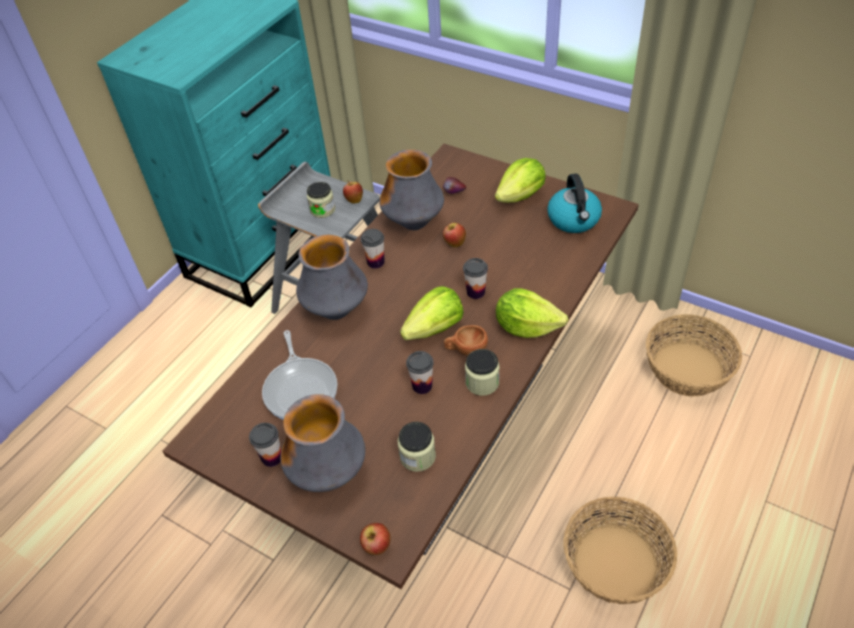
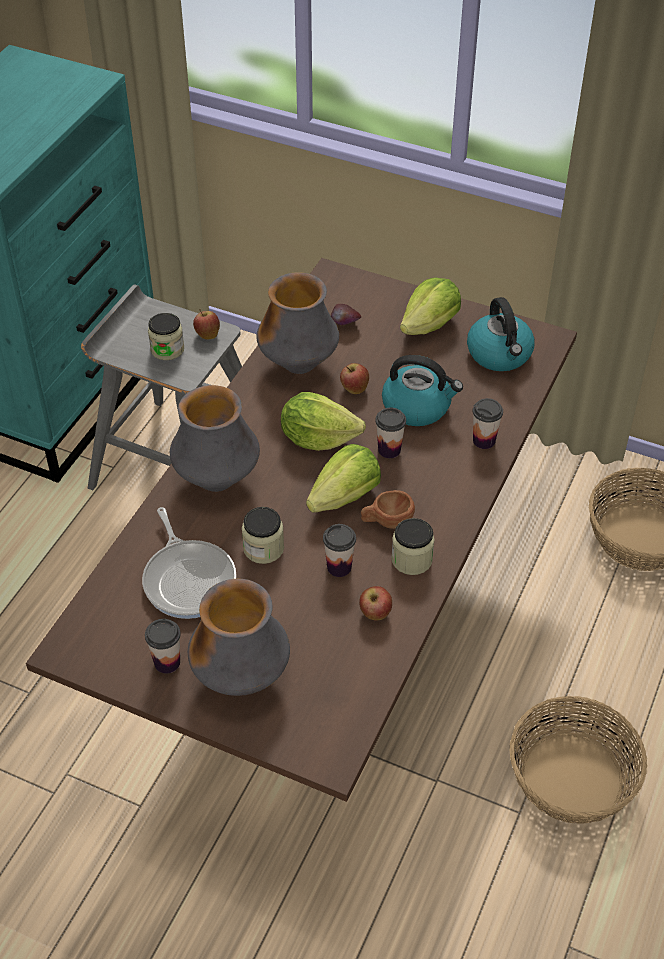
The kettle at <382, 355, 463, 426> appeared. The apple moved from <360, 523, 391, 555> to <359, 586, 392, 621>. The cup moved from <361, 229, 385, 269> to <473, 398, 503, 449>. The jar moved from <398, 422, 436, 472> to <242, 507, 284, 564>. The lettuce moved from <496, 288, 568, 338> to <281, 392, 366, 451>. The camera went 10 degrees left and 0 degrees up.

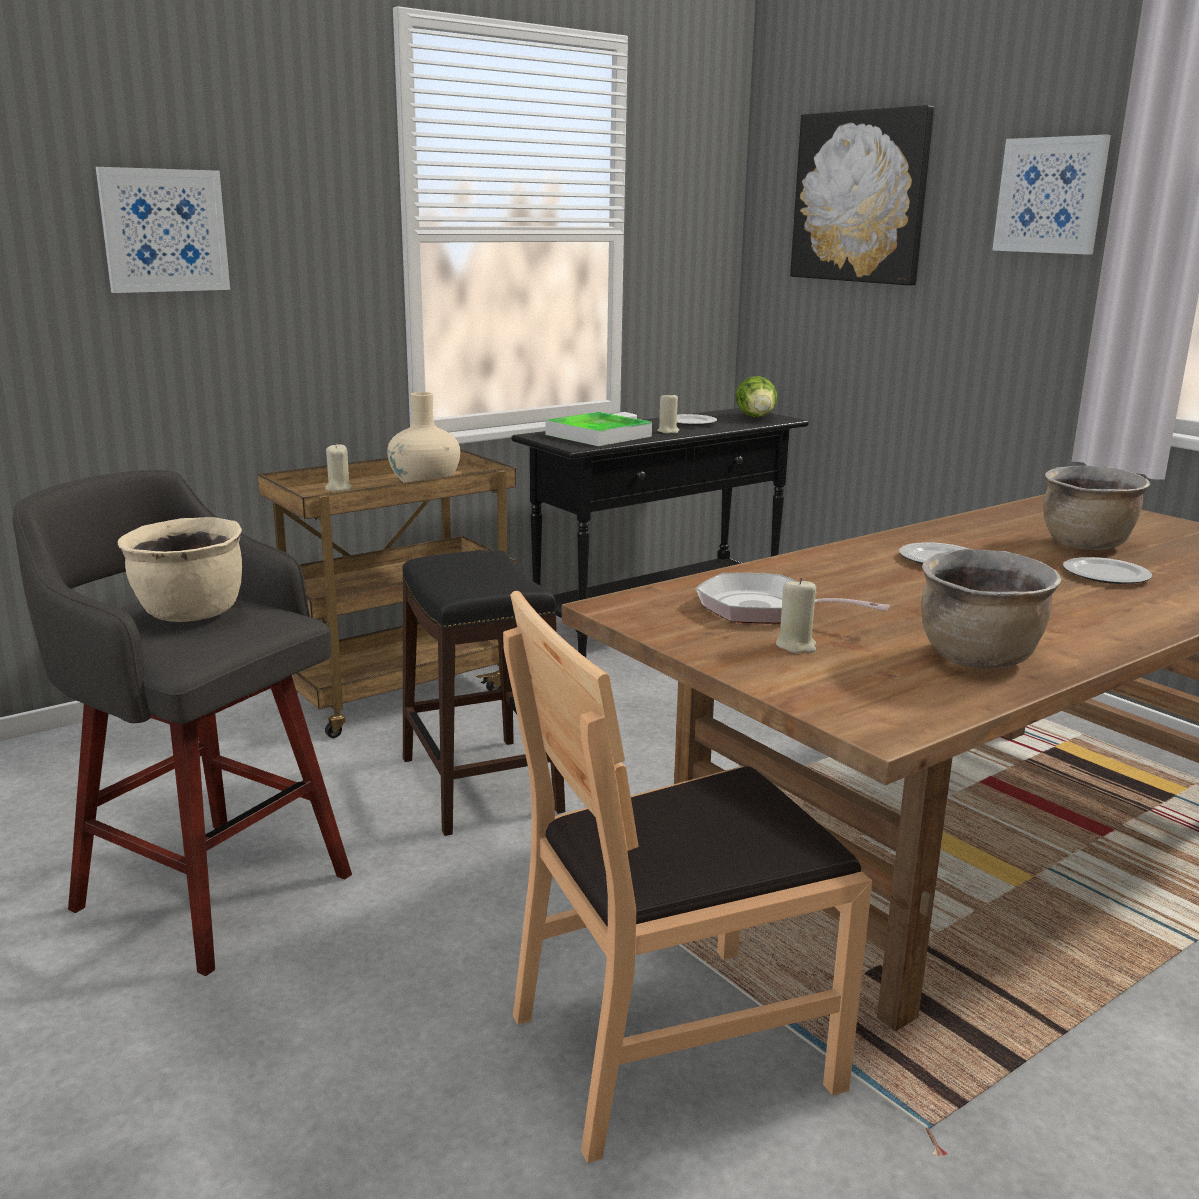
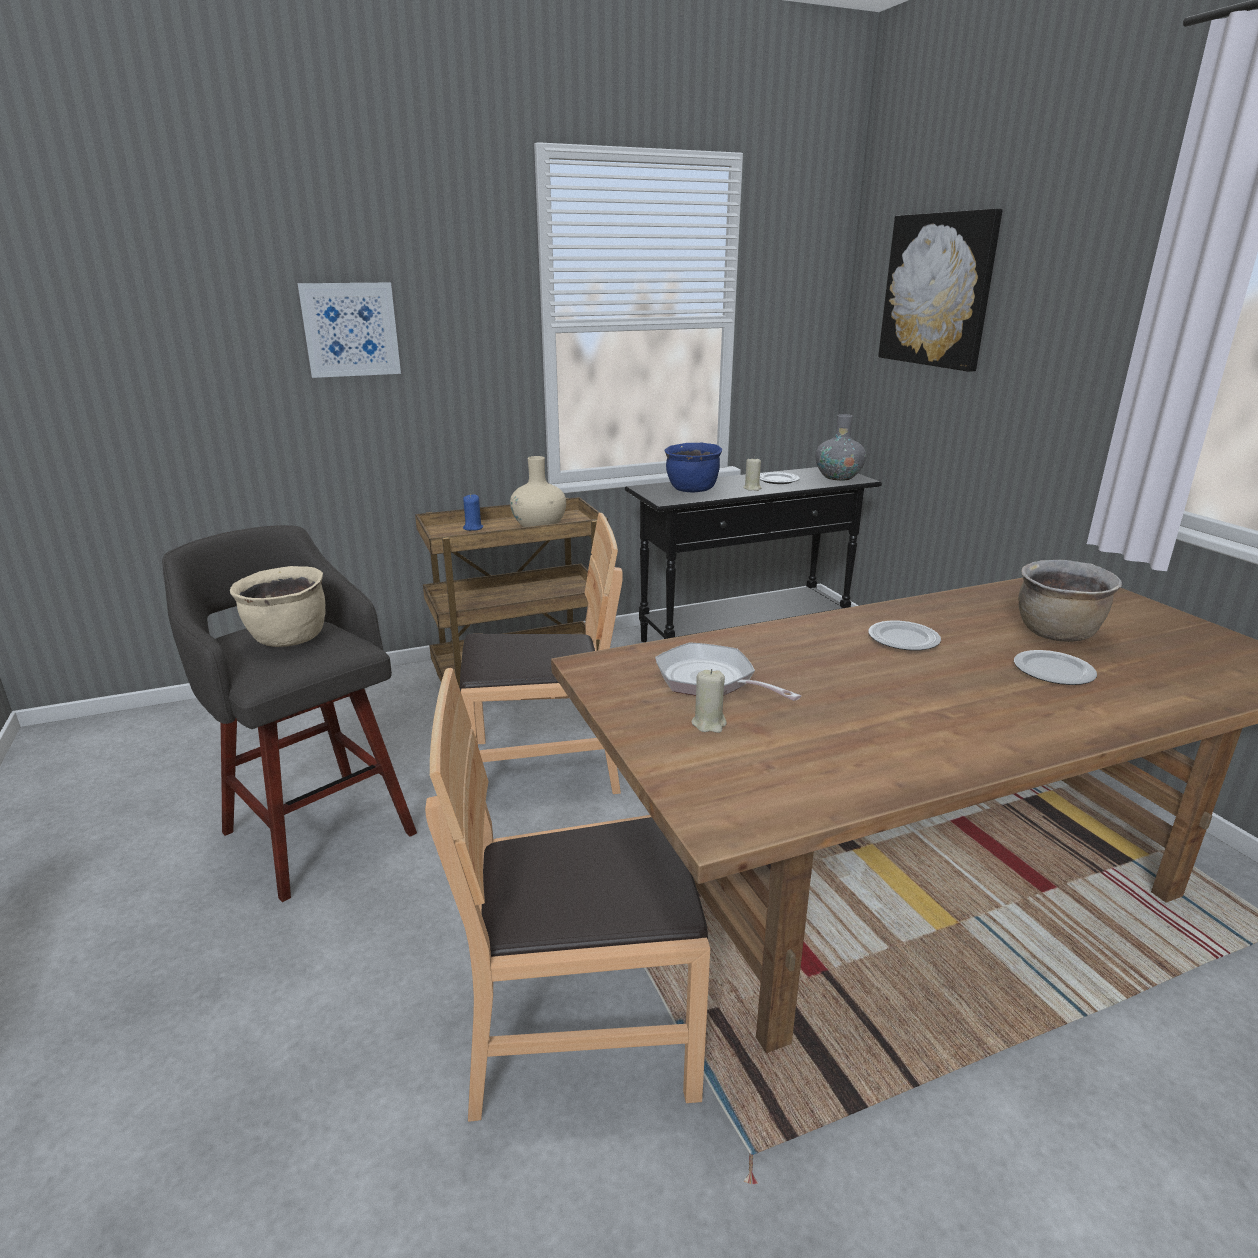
The brown cooking pot at <921, 549, 1062, 669> disappeared. The picture at <992, 135, 1111, 255> disappeared. The black stool at <403, 550, 565, 836> was replaced by the brown chair at <460, 513, 623, 794>. The tray at <546, 412, 652, 446> was replaced by the blue cooking pot at <664, 443, 722, 492>. The lettuce at <736, 376, 777, 417> was replaced by the grey vase at <816, 414, 866, 481>. The beige candle at <325, 444, 352, 492> became the blue candle at <463, 494, 483, 531>. The camera went 15 degrees right and 5 degrees up.

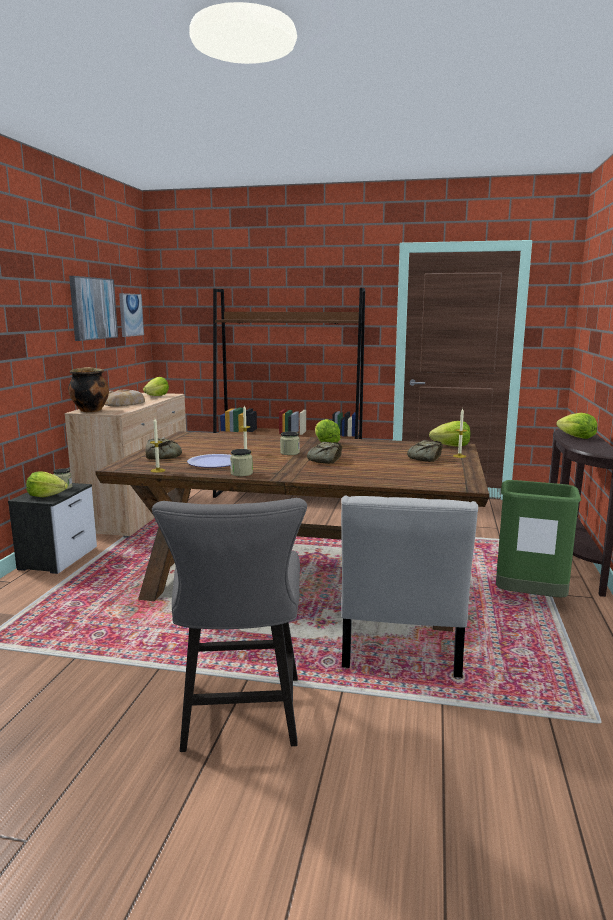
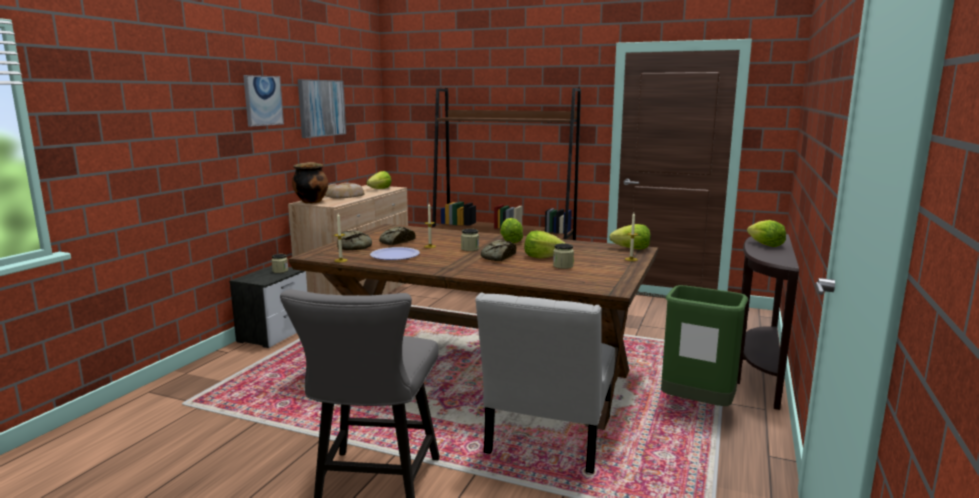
The lettuce moved from <26, 471, 68, 497> to <524, 231, 565, 259>. The picture moved from <119, 293, 144, 337> to <243, 75, 284, 127>. The jar moved from <230, 449, 253, 476> to <553, 243, 574, 269>. The bread moved from <407, 440, 443, 462> to <379, 226, 416, 245>. The camera went 10 degrees right and 0 degrees up.

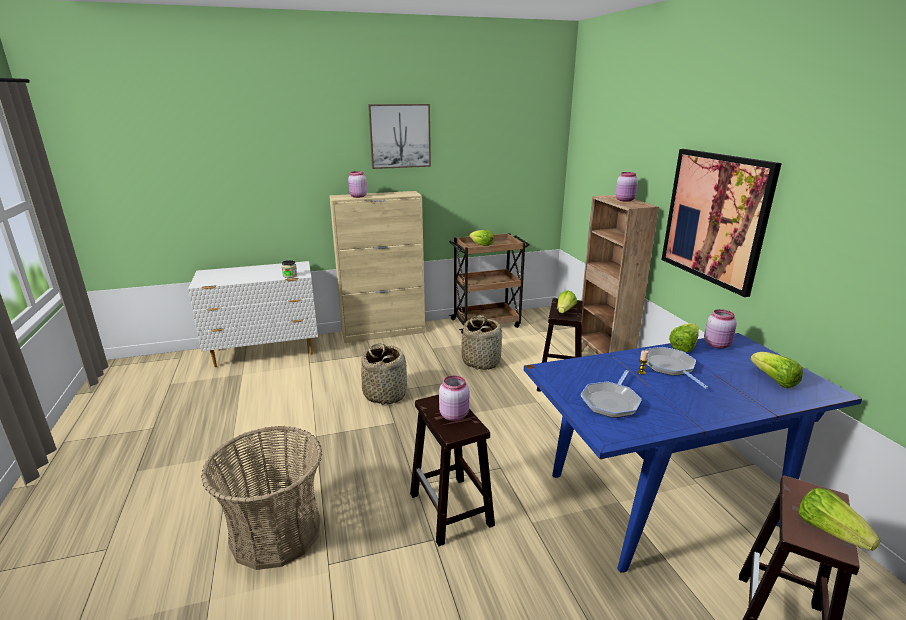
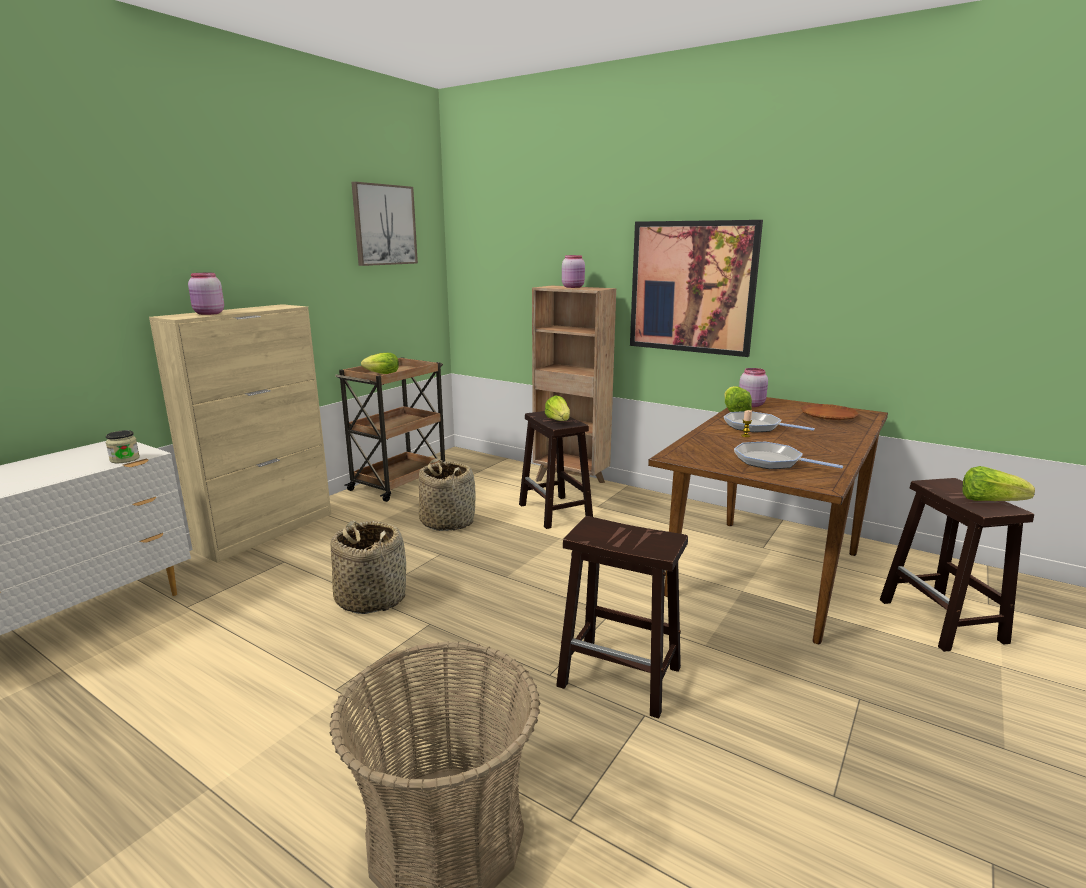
The pink jar at <439, 376, 469, 421> disappeared. The picture moved from <368, 104, 431, 169> to <352, 182, 418, 266>. The lettuce at <750, 352, 803, 388> was replaced by the brown plate at <801, 404, 859, 420>. The blue dining table at <524, 333, 862, 572> became the brown dining table at <648, 397, 888, 644>. The frying pan at <581, 370, 642, 418> turned 135 degrees clockwise. The camera went 40 degrees left and 5 degrees down.

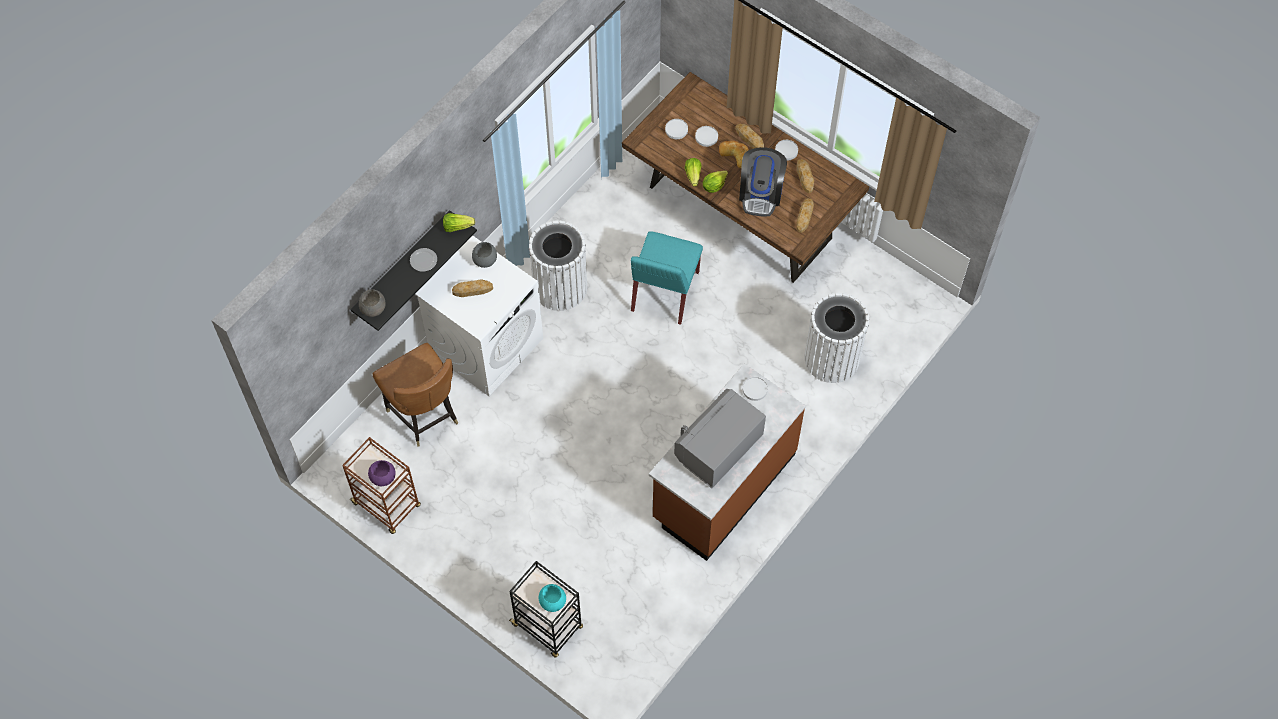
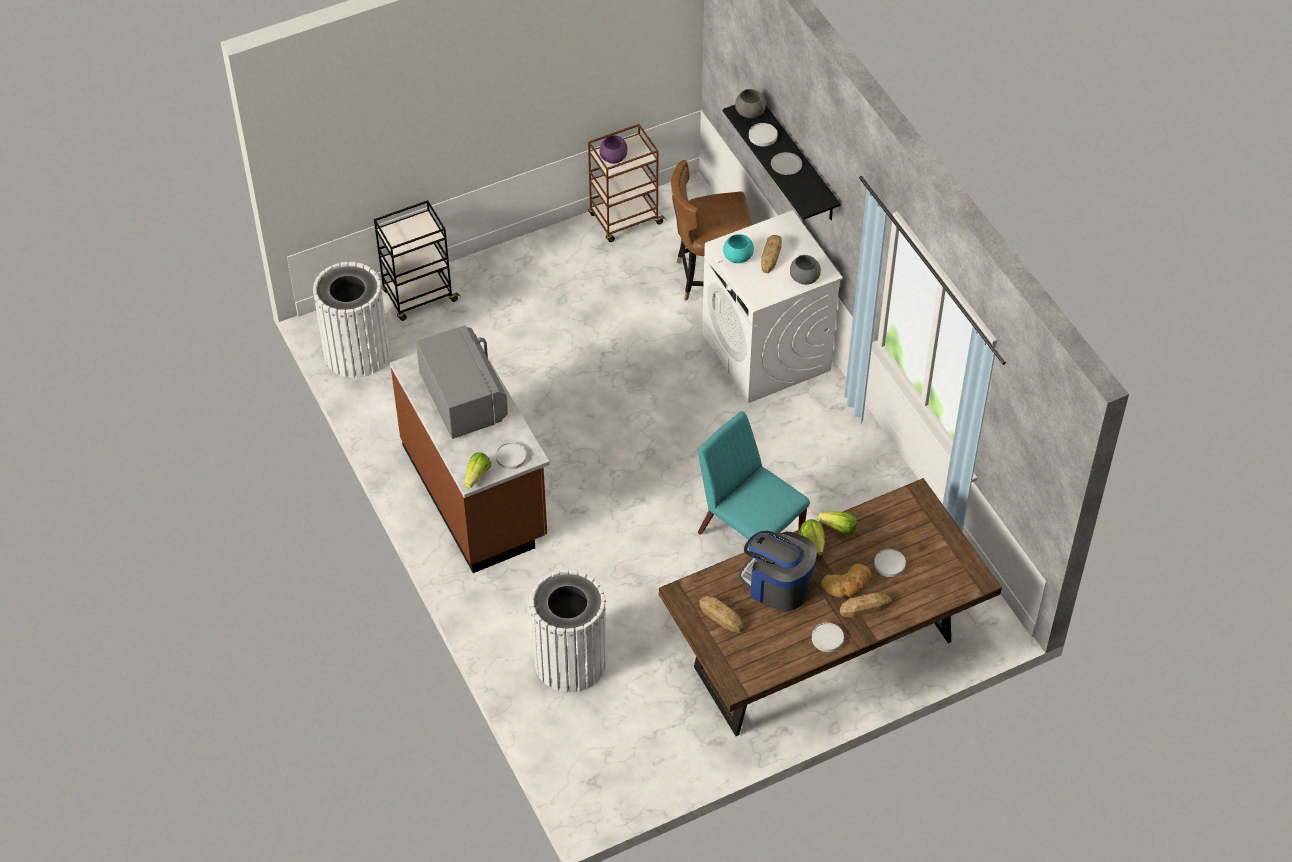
The bread at <797, 159, 814, 193> disappeared. The lettuce moved from <443, 213, 475, 232> to <464, 453, 491, 488>. The white trash can moved from <529, 220, 587, 311> to <313, 262, 390, 378>. The turquoise bowl moved from <539, 584, 566, 612> to <723, 234, 754, 263>. The white plate moved from <665, 119, 688, 139> to <749, 123, 778, 146>. The camera went 115 degrees right and 10 degrees down.

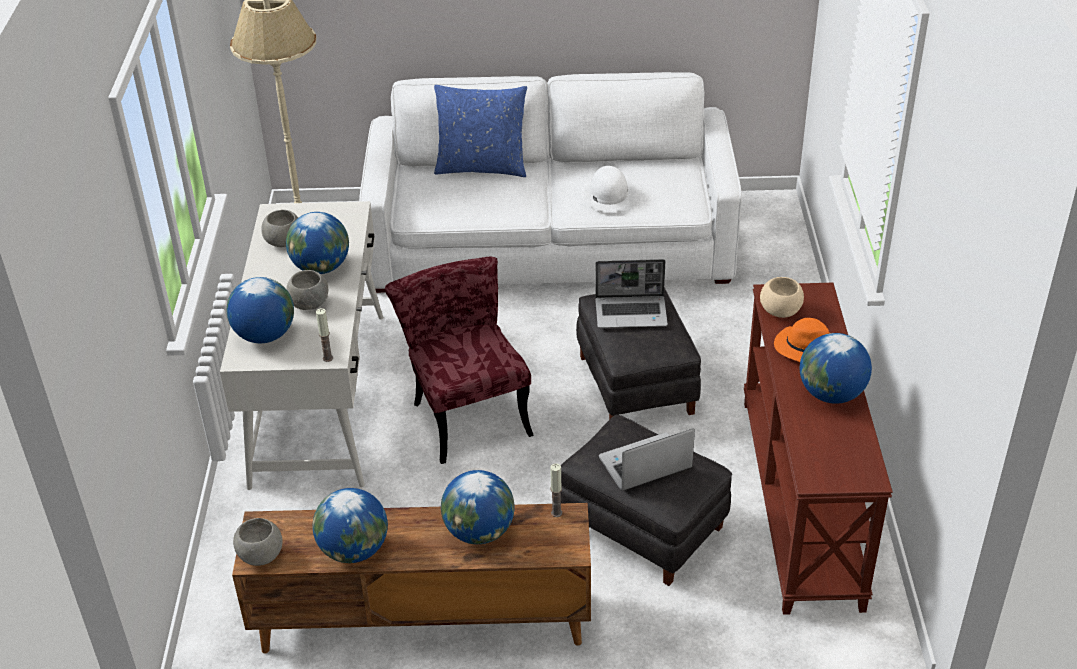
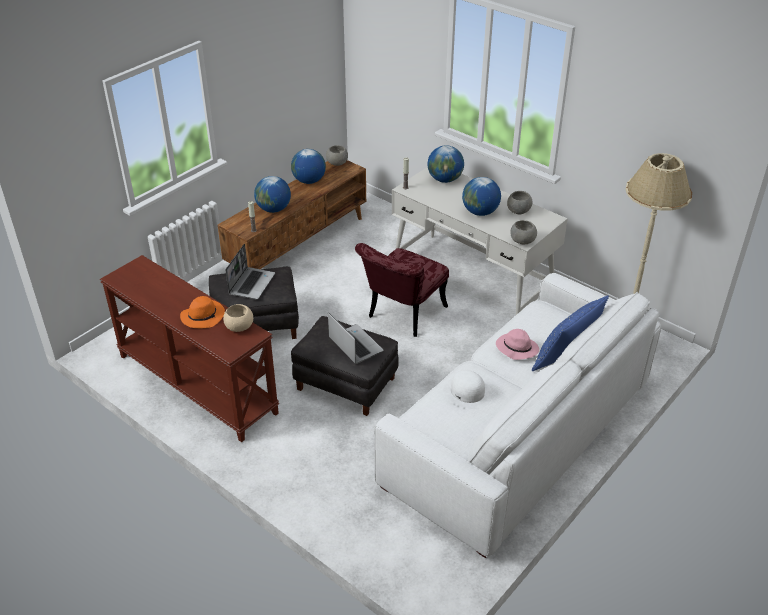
The globe at <800, 333, 872, 404> disappeared. The pink hat at <496, 329, 539, 360> appeared. The grey bowl moved from <287, 270, 328, 310> to <510, 220, 537, 244>. The red chair at <385, 257, 534, 464> turned 105 degrees clockwise. The laptop at <595, 259, 668, 328> turned 105 degrees clockwise. The camera went 130 degrees right and 0 degrees up.

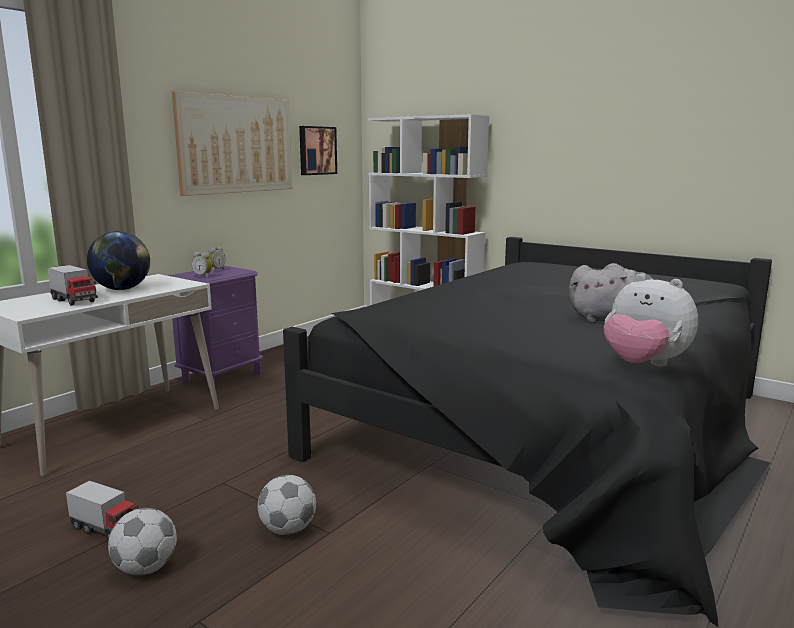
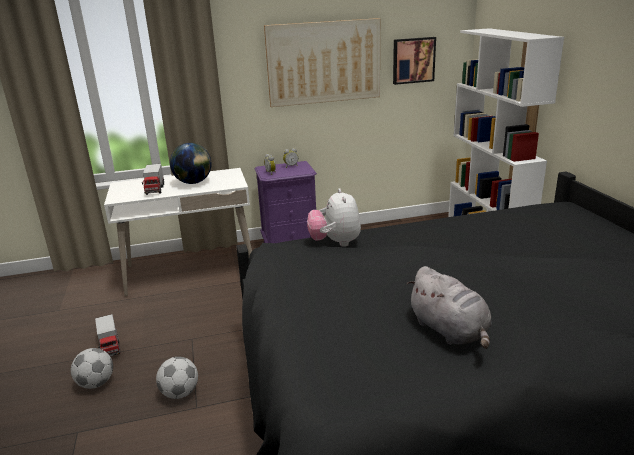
The plush toy moved from <604, 274, 698, 366> to <307, 188, 361, 247>. The camera went 40 degrees right and 10 degrees up.

